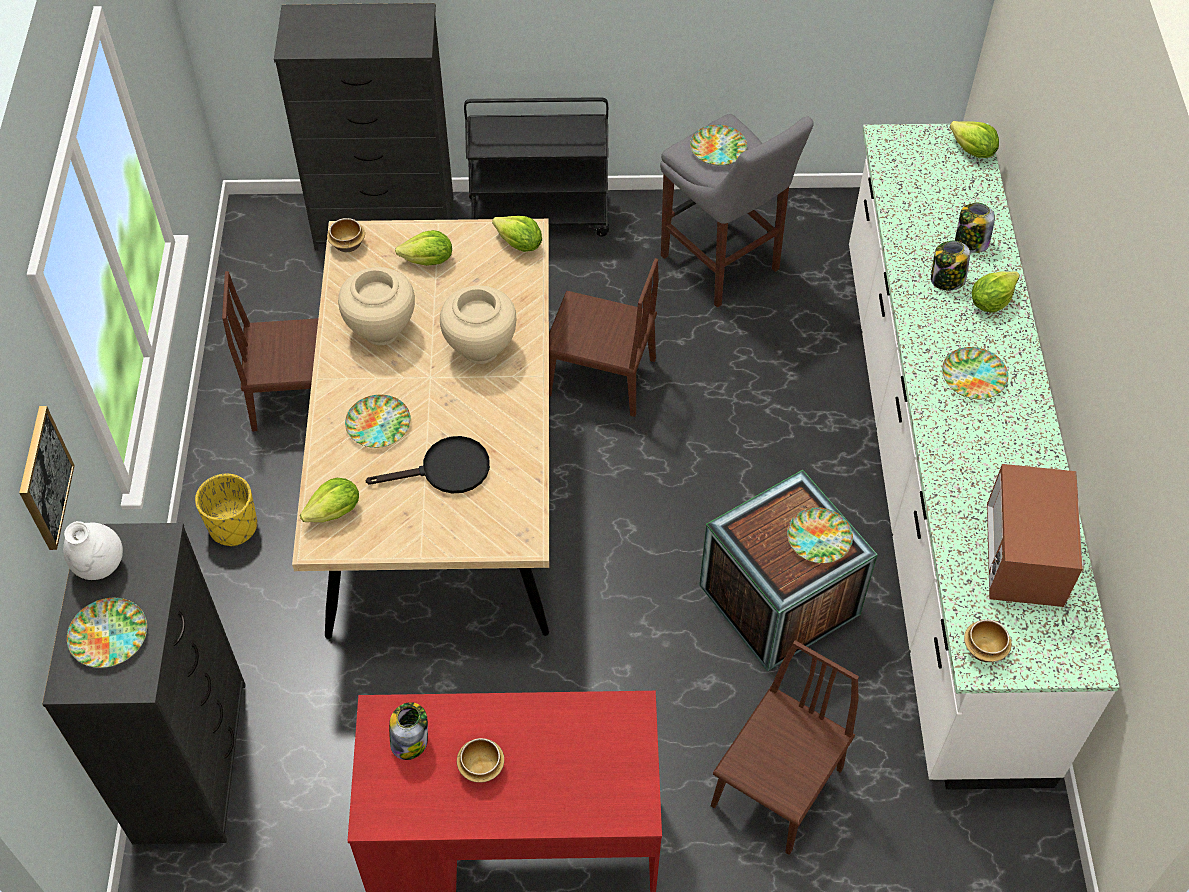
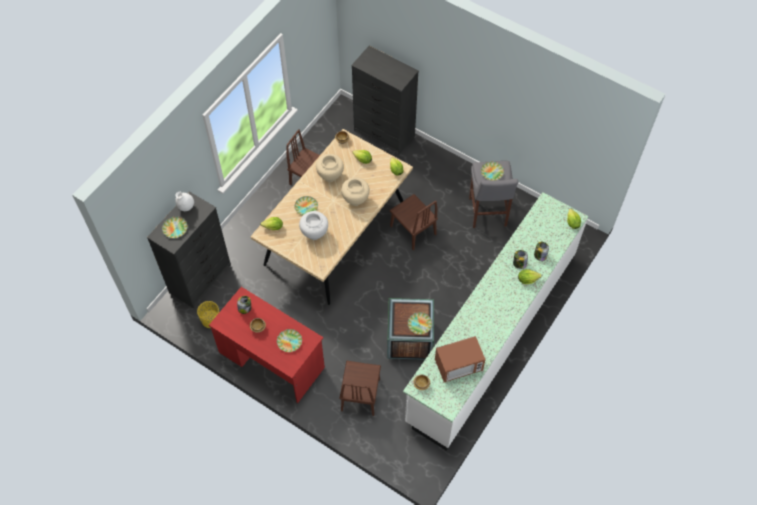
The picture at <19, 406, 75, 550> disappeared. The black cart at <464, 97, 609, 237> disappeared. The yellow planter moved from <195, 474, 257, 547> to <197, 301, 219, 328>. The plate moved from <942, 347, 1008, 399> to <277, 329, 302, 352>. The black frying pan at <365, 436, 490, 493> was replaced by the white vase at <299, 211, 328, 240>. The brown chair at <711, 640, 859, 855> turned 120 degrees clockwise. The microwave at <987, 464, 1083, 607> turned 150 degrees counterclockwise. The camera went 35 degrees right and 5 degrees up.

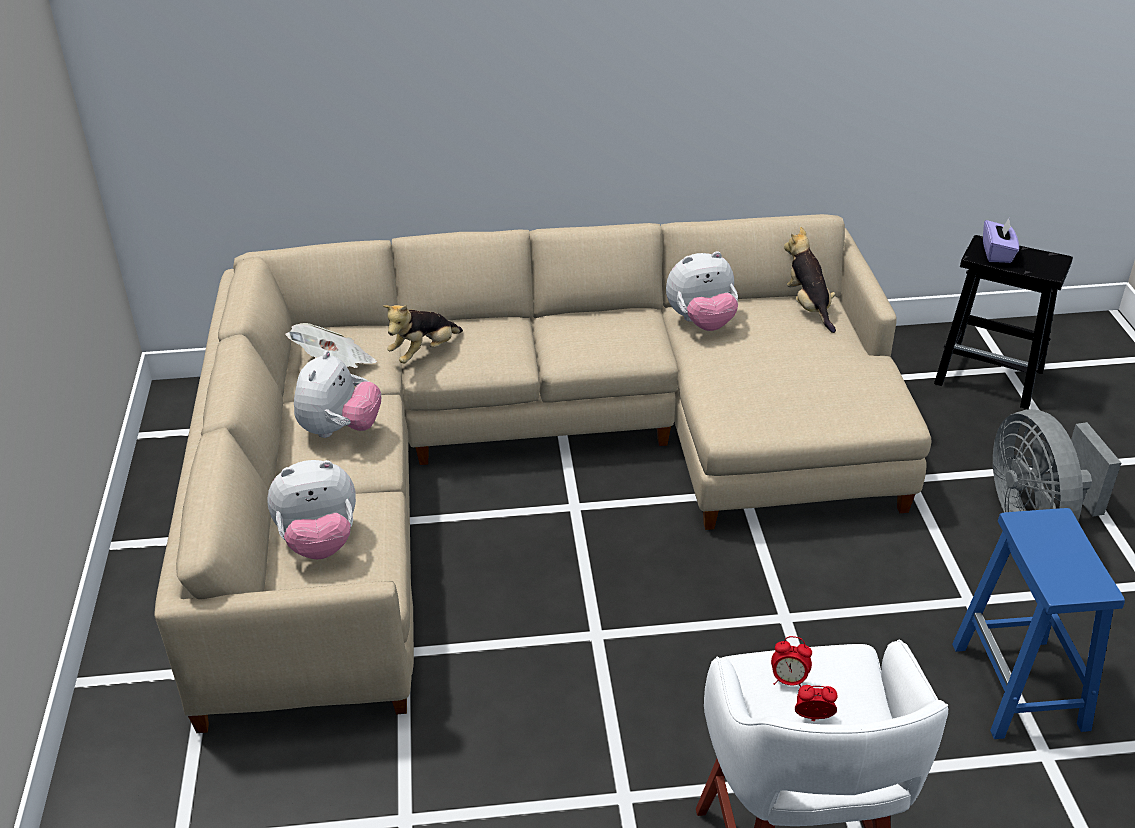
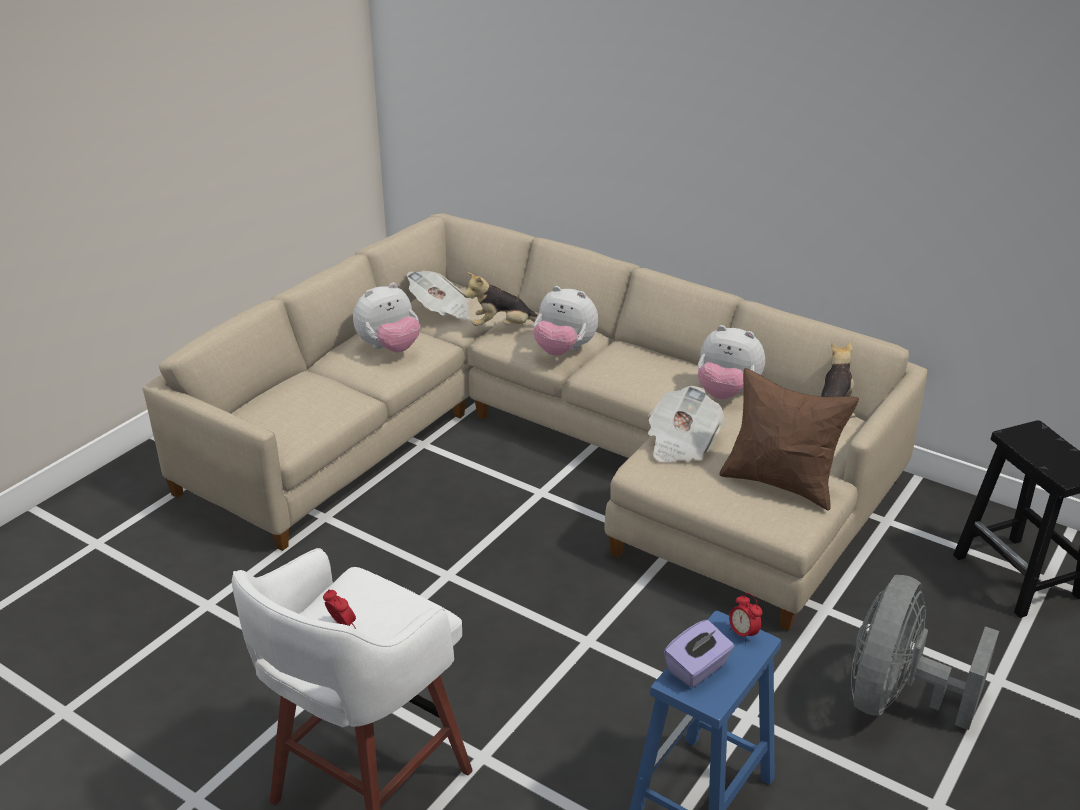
The newspaper at <648, 386, 725, 462> appeared. The brown pillow at <719, 368, 859, 510> appeared. The plush toy moved from <267, 460, 356, 559> to <533, 286, 598, 356>. The alarm clock moved from <771, 636, 812, 687> to <729, 593, 762, 643>. The purple tissue box moved from <983, 218, 1019, 263> to <664, 620, 734, 688>. The camera went 40 degrees right and 5 degrees down.

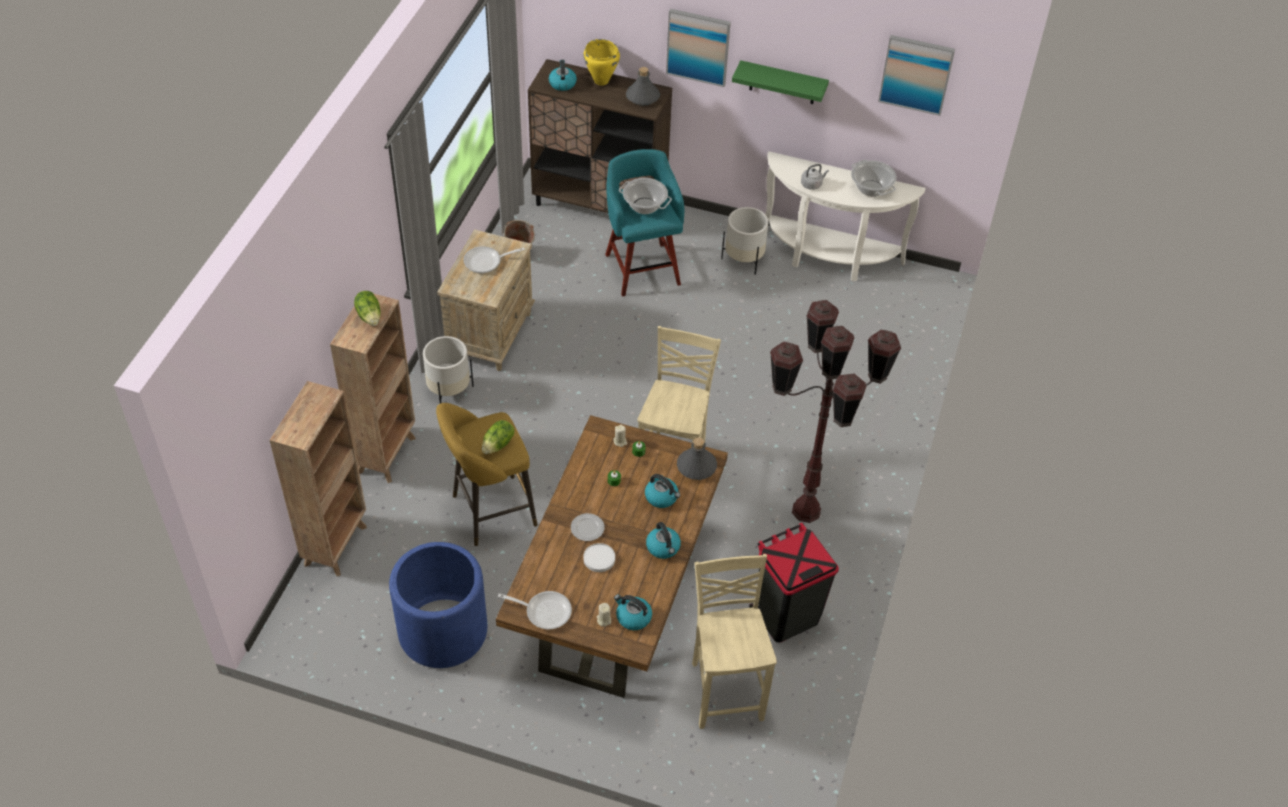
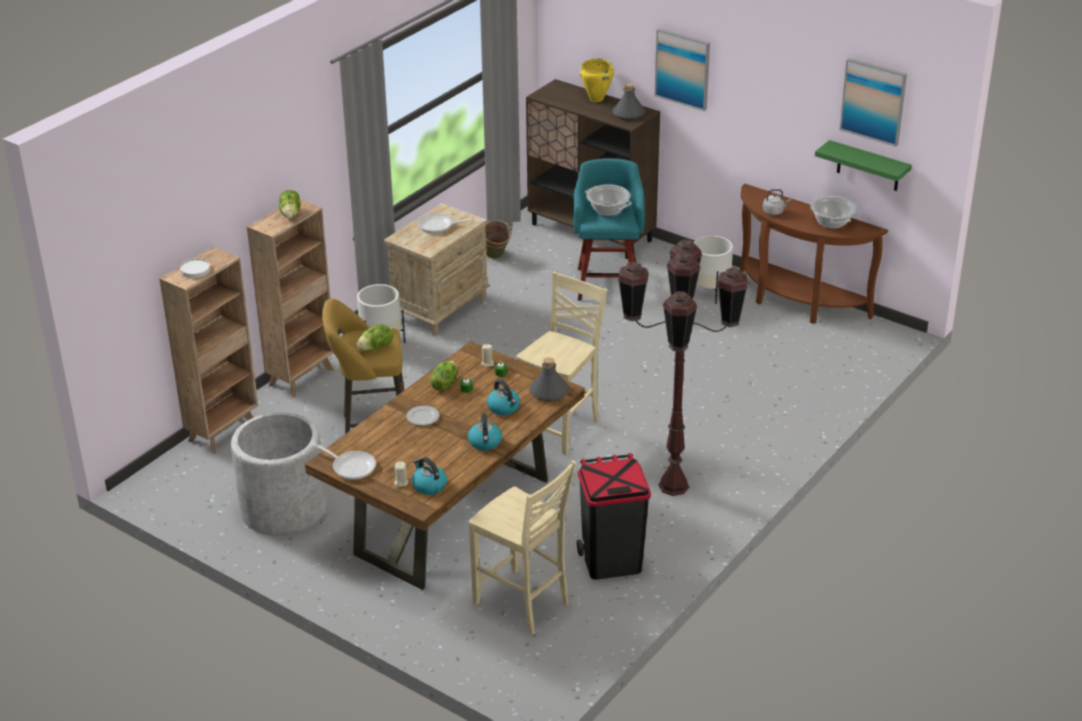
The kettle at <549, 60, 577, 91> disappeared. The lettuce at <430, 361, 457, 391> appeared. The white plate moved from <584, 543, 615, 572> to <180, 259, 210, 278>. The green shelf moved from <732, 60, 829, 104> to <815, 140, 912, 191>. The blue planter at <389, 542, 487, 668> became the grey planter at <231, 412, 327, 536>. The white console table at <766, 151, 926, 281> became the brown console table at <740, 184, 888, 324>. The beige chair at <692, 554, 777, 729> turned 120 degrees clockwise. The camera went 20 degrees right and 15 degrees down.

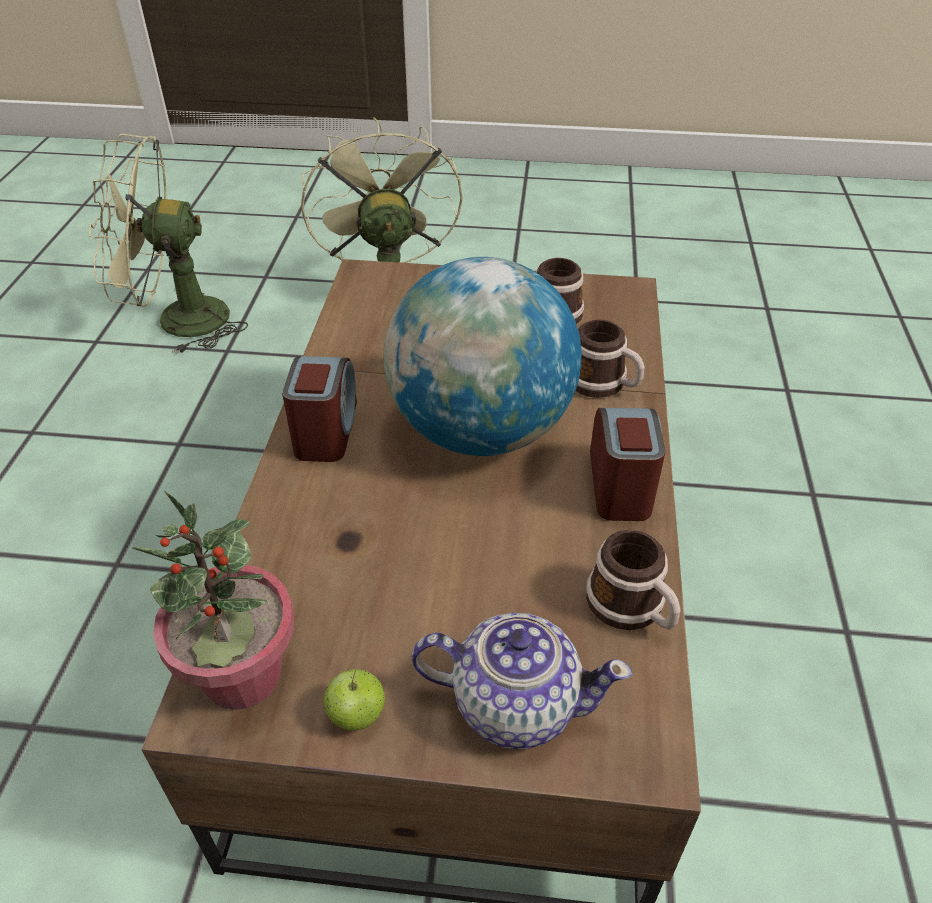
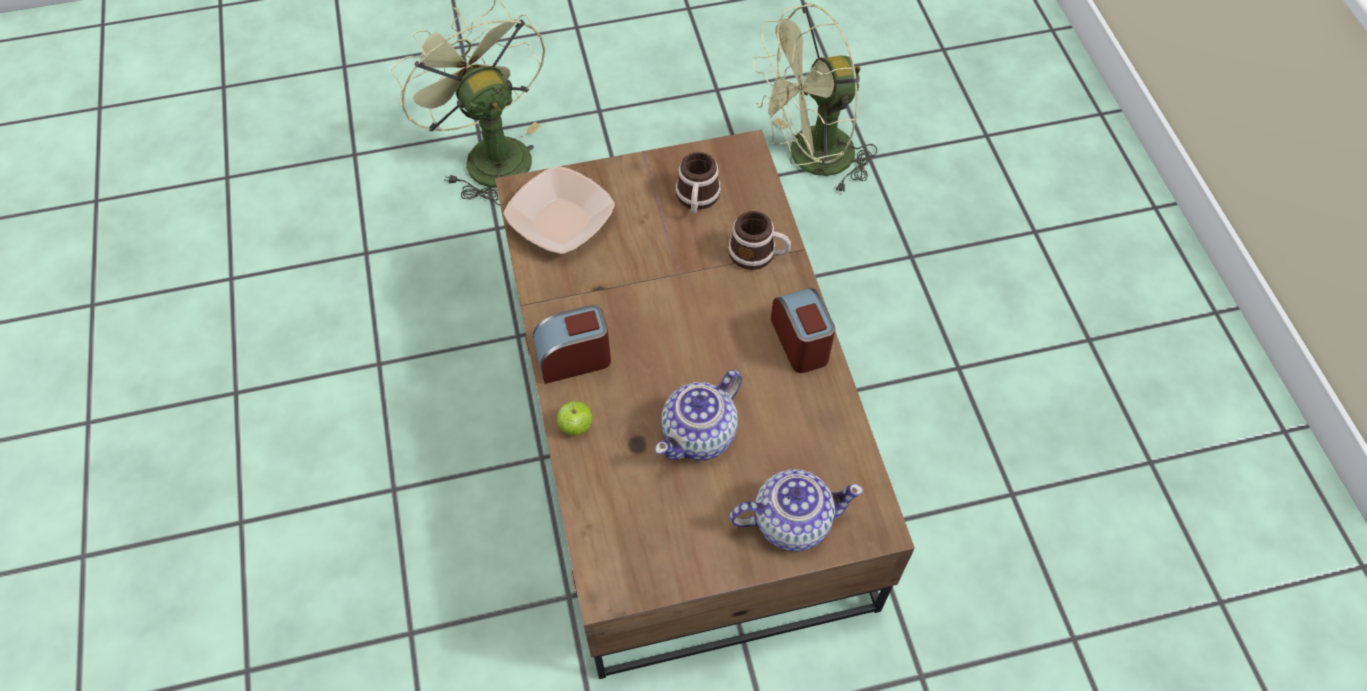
The potted plant at <132, 491, 294, 710> disappeared. The globe at <384, 257, 582, 456> disappeared. The mug at <586, 530, 681, 630> disappeared. The bowl at <504, 166, 615, 254> appeared. The teapot at <655, 370, 742, 461> appeared. The green fan moved from <89, 134, 248, 355> to <753, 3, 877, 195>. The apple moved from <324, 669, 385, 730> to <557, 401, 593, 436>. The alarm clock at <282, 356, 357, 462> turned 90 degrees counterclockwise. The camera went 20 degrees left and 15 degrees up.

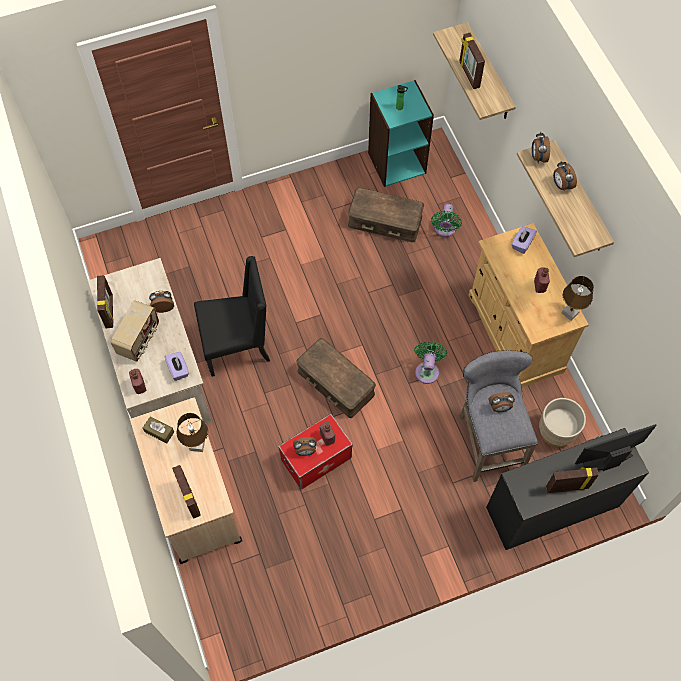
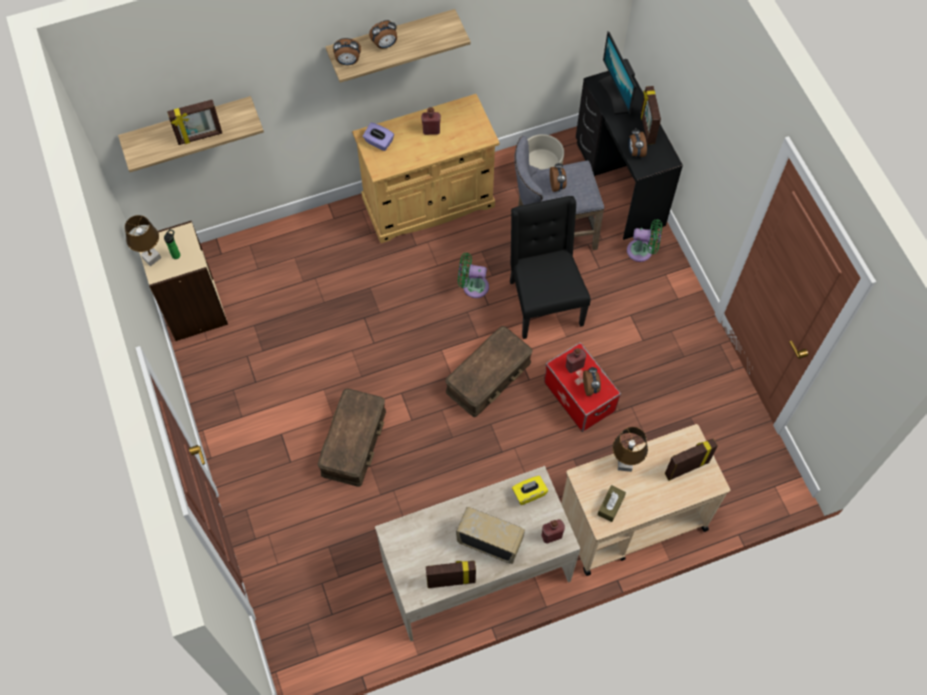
The alarm clock moved from <149, 291, 174, 313> to <628, 128, 647, 158>. The black chair moved from <194, 256, 270, 377> to <510, 196, 591, 339>. The brown storage box moved from <348, 188, 424, 242> to <318, 389, 386, 487>. The green fan moved from <431, 204, 462, 237> to <627, 219, 662, 262>. The brown table lamp moved from <562, 276, 594, 321> to <125, 215, 161, 266>. The purple tissue box at <165, 352, 189, 381> became the yellow tissue box at <512, 476, 548, 505>. The turquoise bookcase at <368, 80, 434, 187> became the beige bookcase at <139, 221, 228, 341>. The camera went 90 degrees left and 0 degrees up.

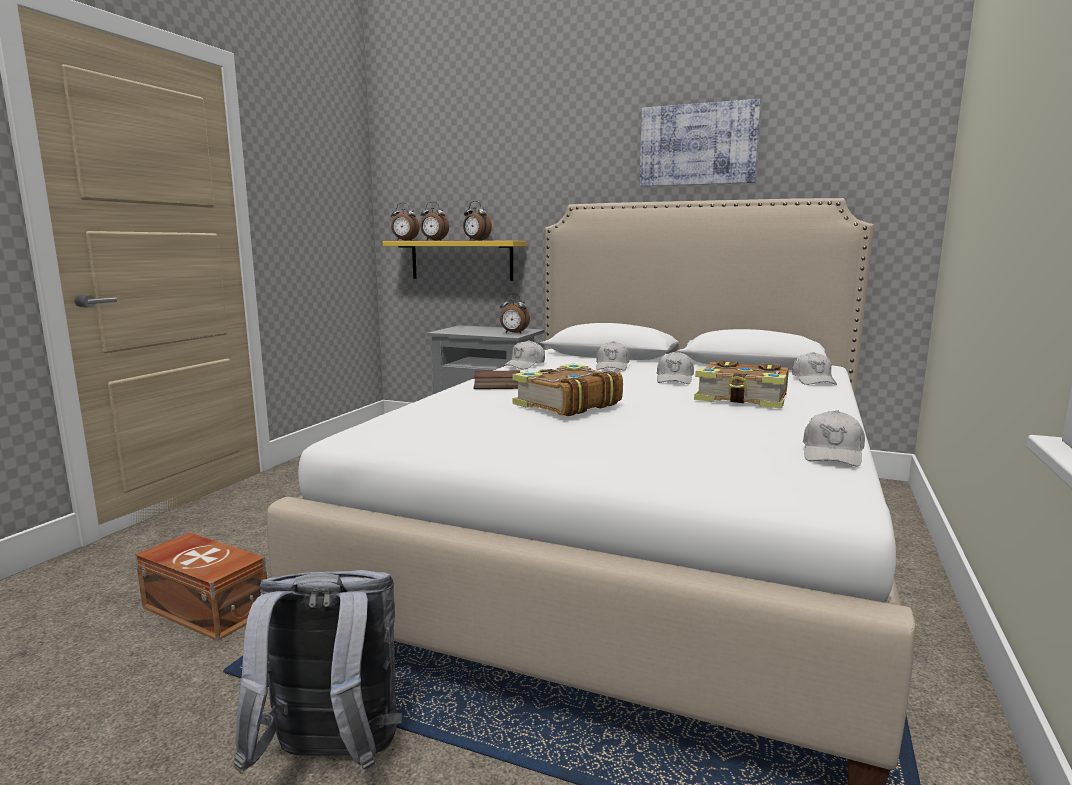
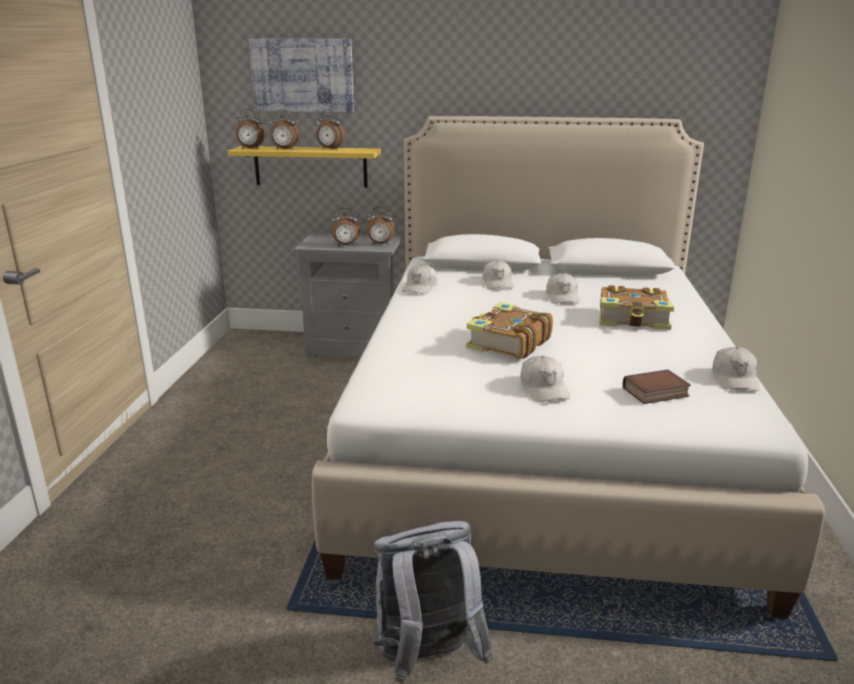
The brown storage box at <135, 532, 267, 641> disappeared. The alarm clock at <331, 208, 360, 246> appeared. The book moved from <473, 371, 520, 389> to <623, 370, 691, 404>. The picture moved from <639, 99, 761, 186> to <249, 39, 354, 112>. The white cap moved from <792, 352, 837, 385> to <521, 356, 570, 402>. The camera went 15 degrees left and 10 degrees up.

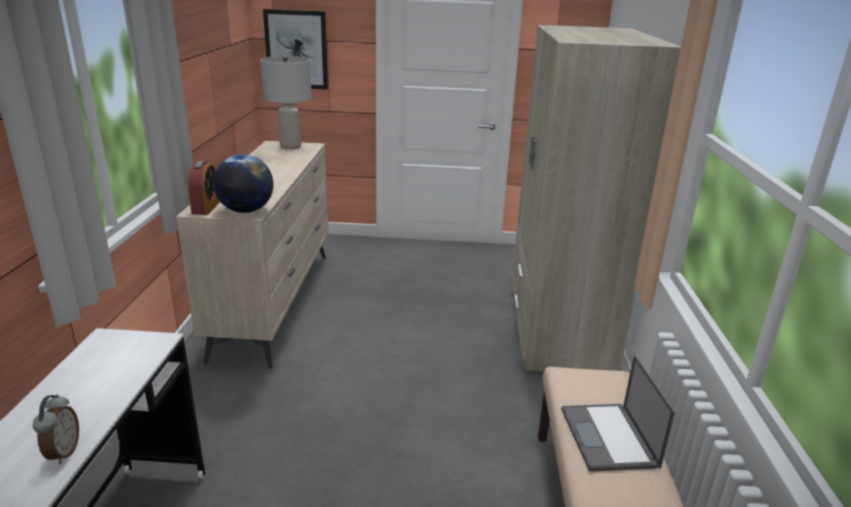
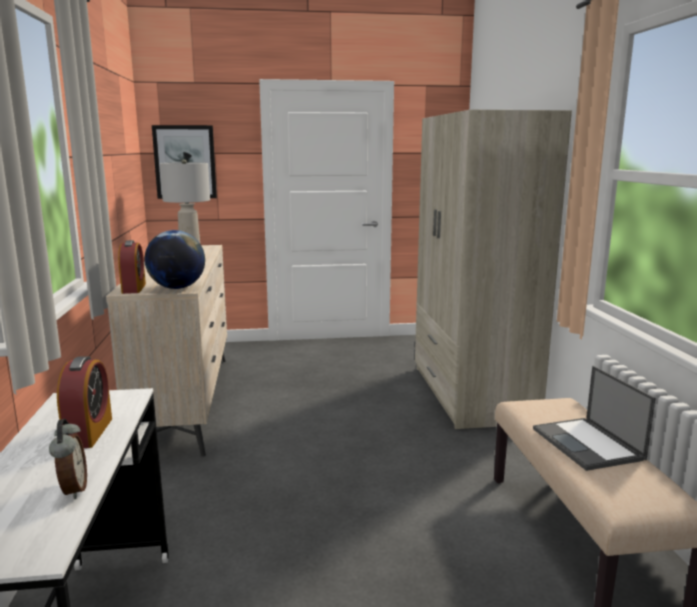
The alarm clock at <57, 356, 112, 448> appeared. The camera went 10 degrees left and 10 degrees down.

